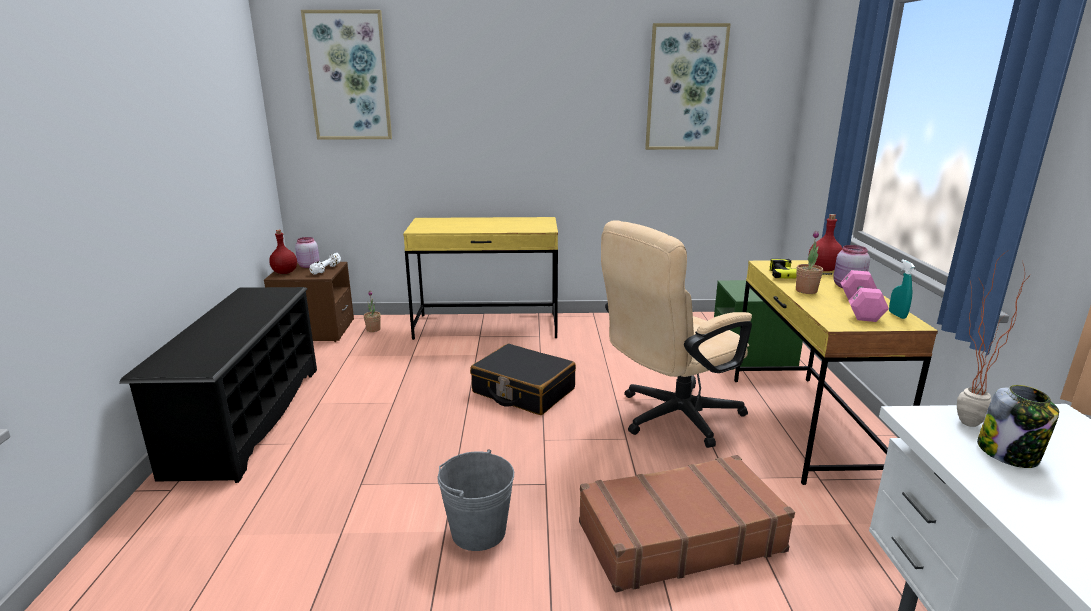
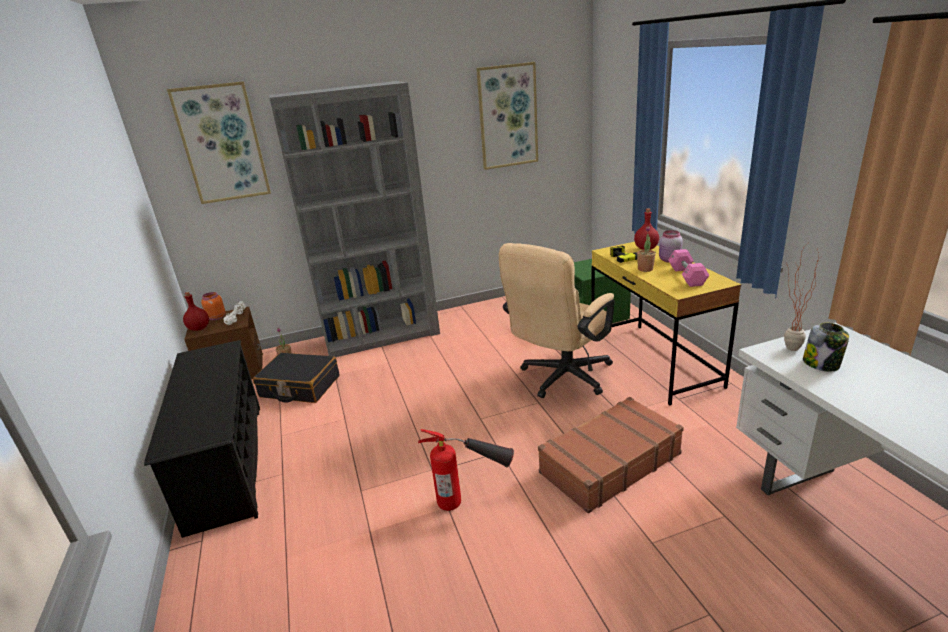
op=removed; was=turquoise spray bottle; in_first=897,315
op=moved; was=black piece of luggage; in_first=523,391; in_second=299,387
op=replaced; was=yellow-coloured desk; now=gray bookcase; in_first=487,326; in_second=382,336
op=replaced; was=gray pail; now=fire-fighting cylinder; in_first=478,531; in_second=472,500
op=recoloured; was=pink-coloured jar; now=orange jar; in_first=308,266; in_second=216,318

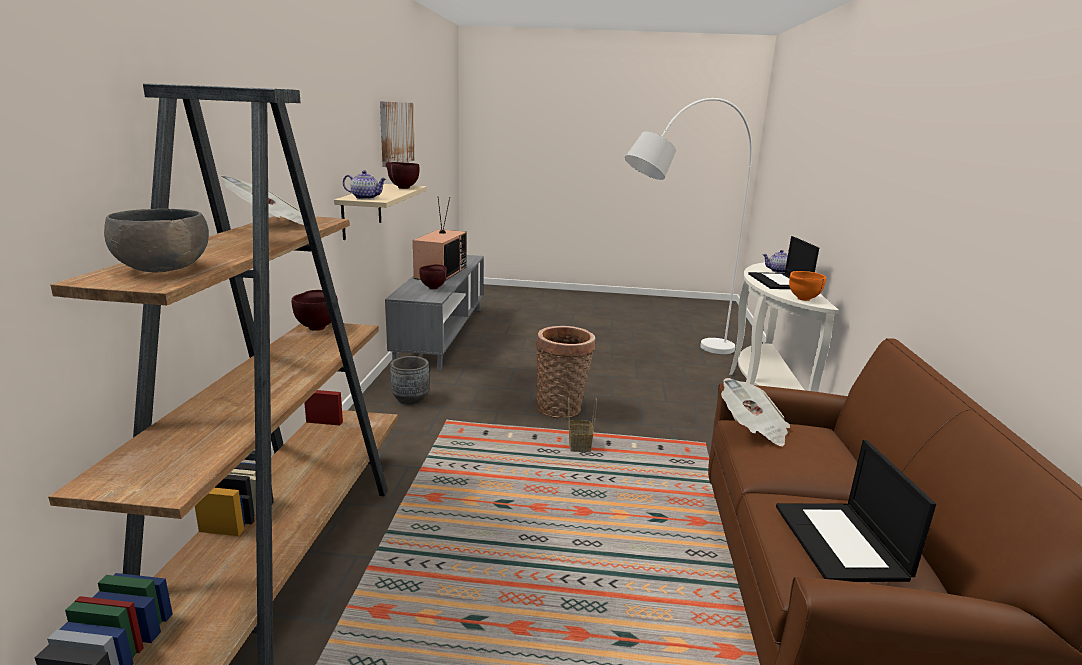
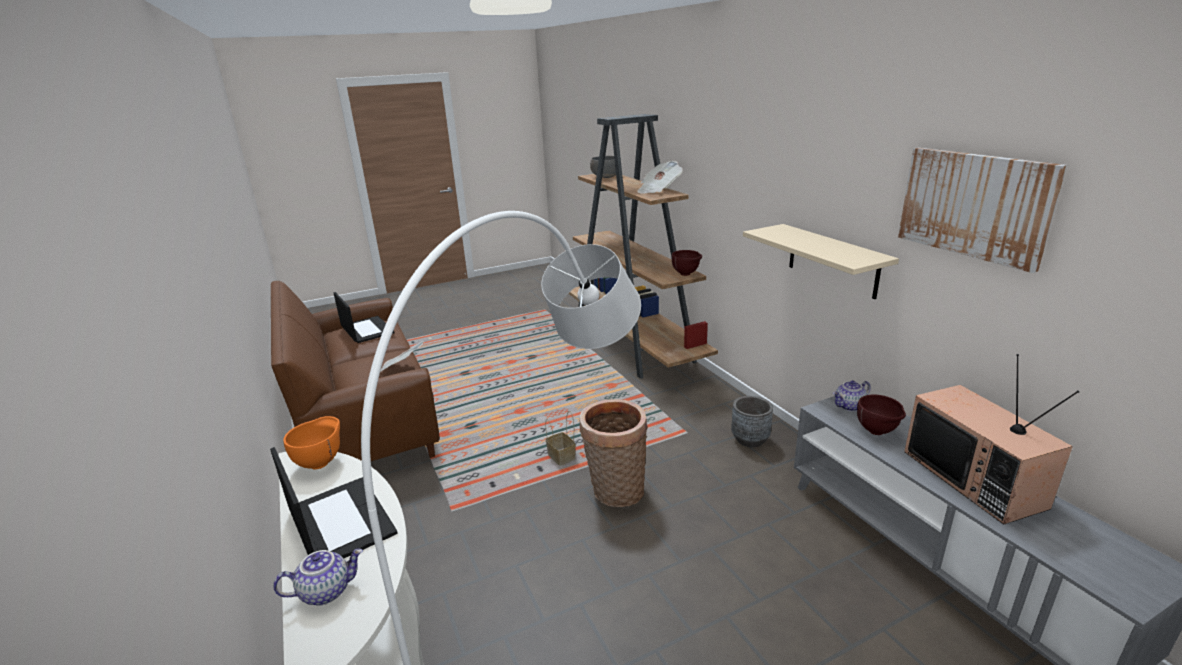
op=removed; was=brownish bowl; in_first=402,188
op=moved; was=tea pot; in_first=366,198; in_second=849,406

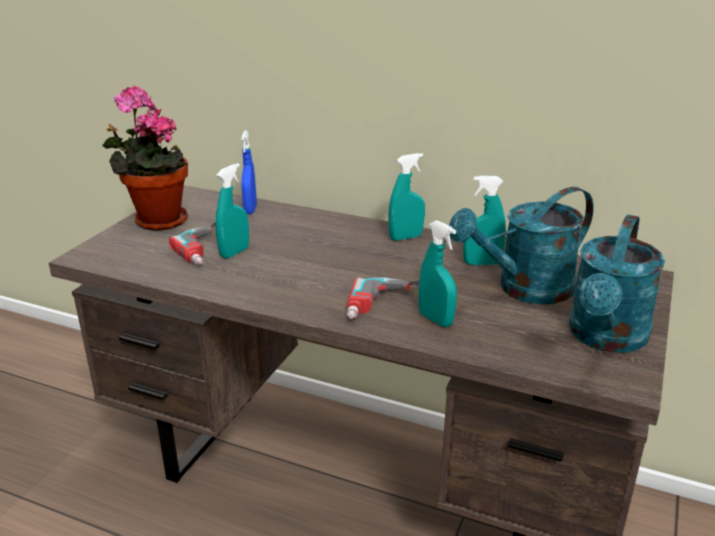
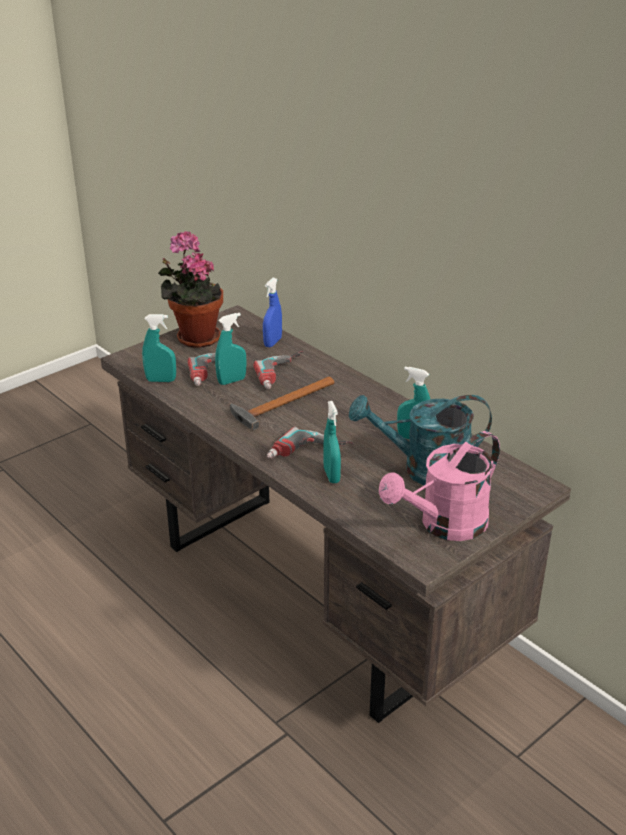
op=added; now=hand hammer; in_second=281,404
op=added; now=power drill; in_second=284,374
op=moved; was=turquoise spray bottle; in_first=406,237; in_second=161,380
op=recoloured; was=turquoise sprinkling can; now=pink-coloured sprinkling can; in_first=605,338; in_second=444,525

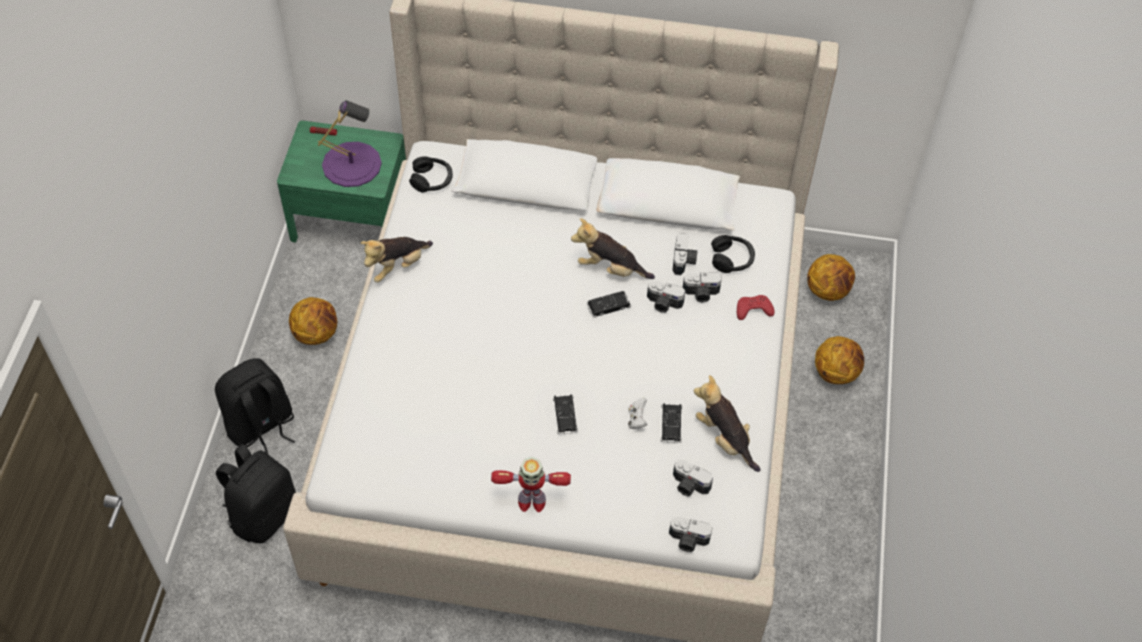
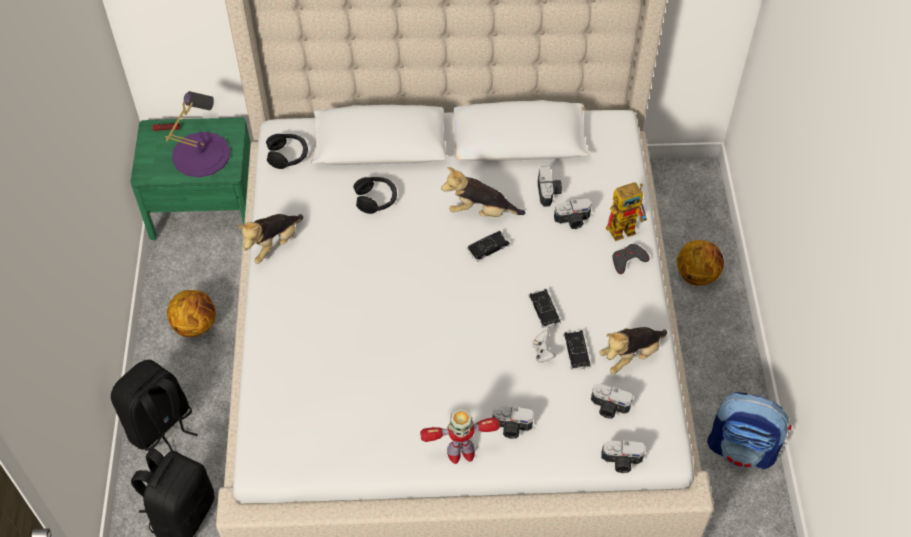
op=removed; was=ball for basketball; in_first=828,291
op=added; now=gray joypad; in_second=628,260
op=added; now=rucksack; in_second=742,449
op=moved; was=black model car; in_first=565,416; in_second=544,310
op=moved; was=photo camera; in_first=663,304; in_second=511,428
op=moved; was=black pair of headphones; in_first=732,259; in_second=376,199
op=replaced; was=reddish joypad; now=model robot; in_first=753,309; in_second=626,227
op=turned; was=cuddly toy; in_first=724,438; in_second=630,356; clockwise=-75

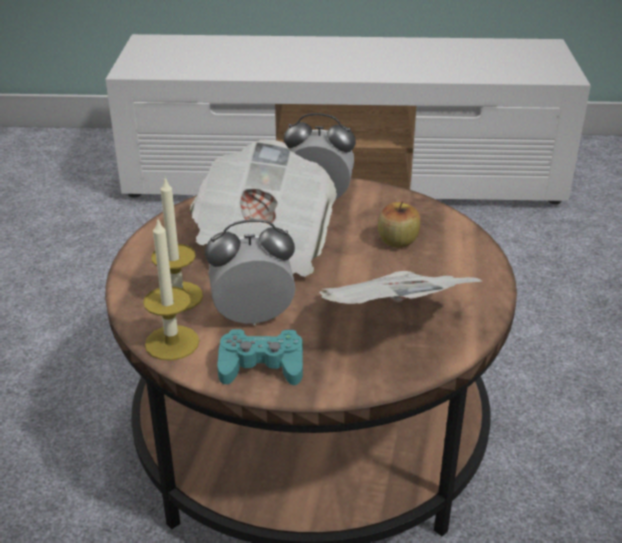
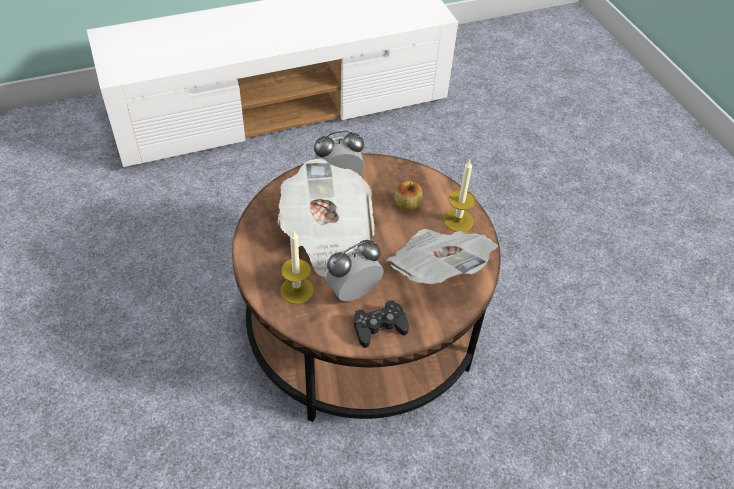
op=moved; was=wax light; in_first=172,343; in_second=458,220
op=recoloured; was=turquoise joypad; now=black joypad; in_first=261,366; in_second=379,327

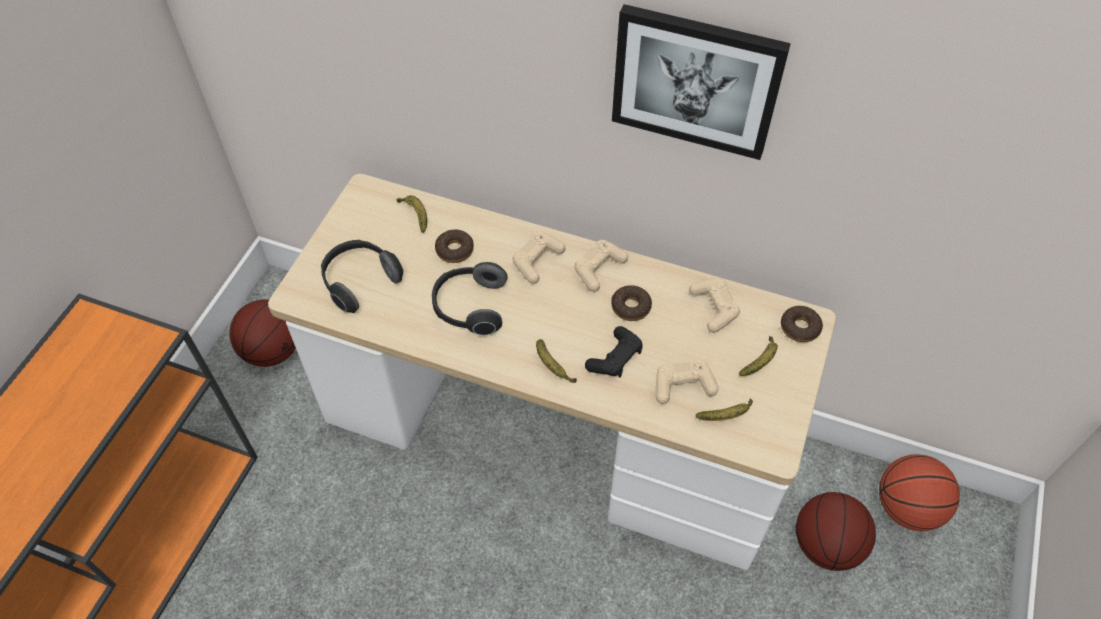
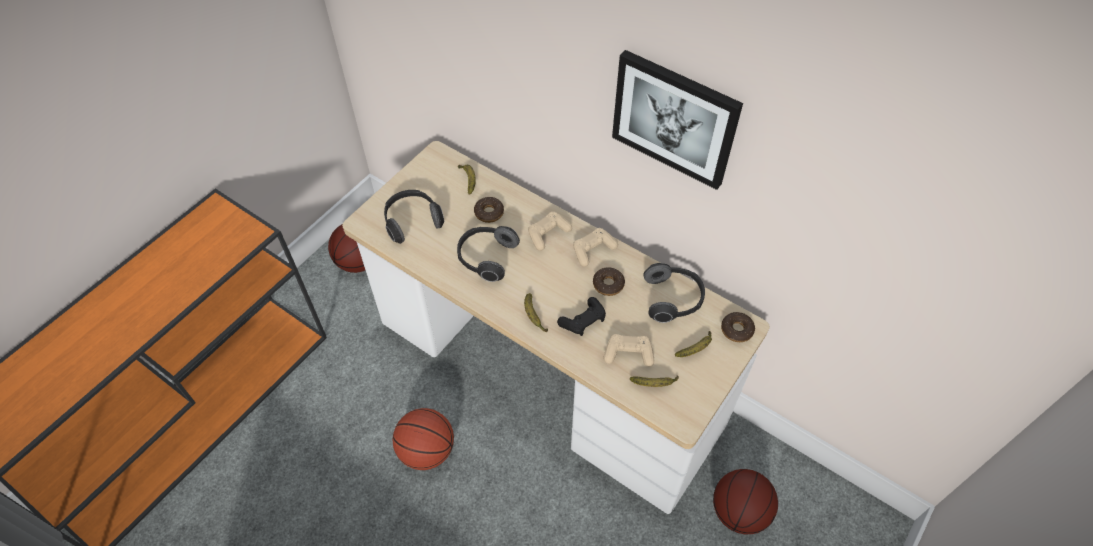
op=moved; was=ball for basketball; in_first=907,507; in_second=427,450
op=replaced; was=sand-coloured joypad; now=pair of headphones; in_first=714,308; in_second=673,299

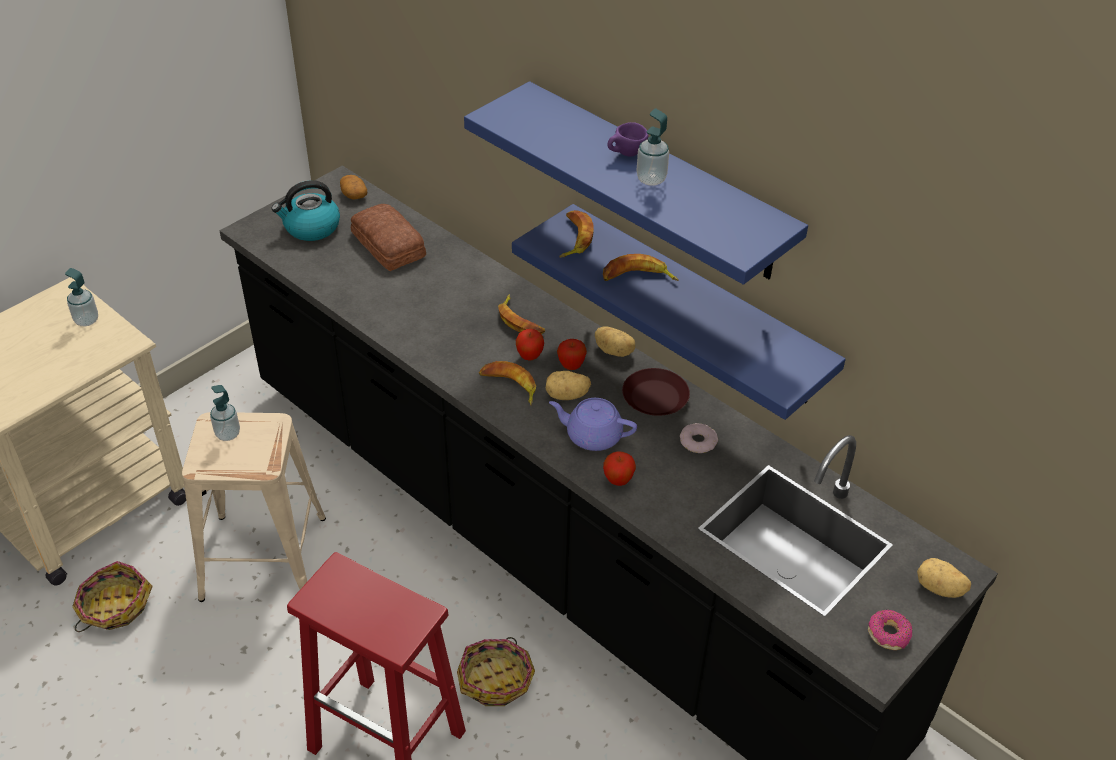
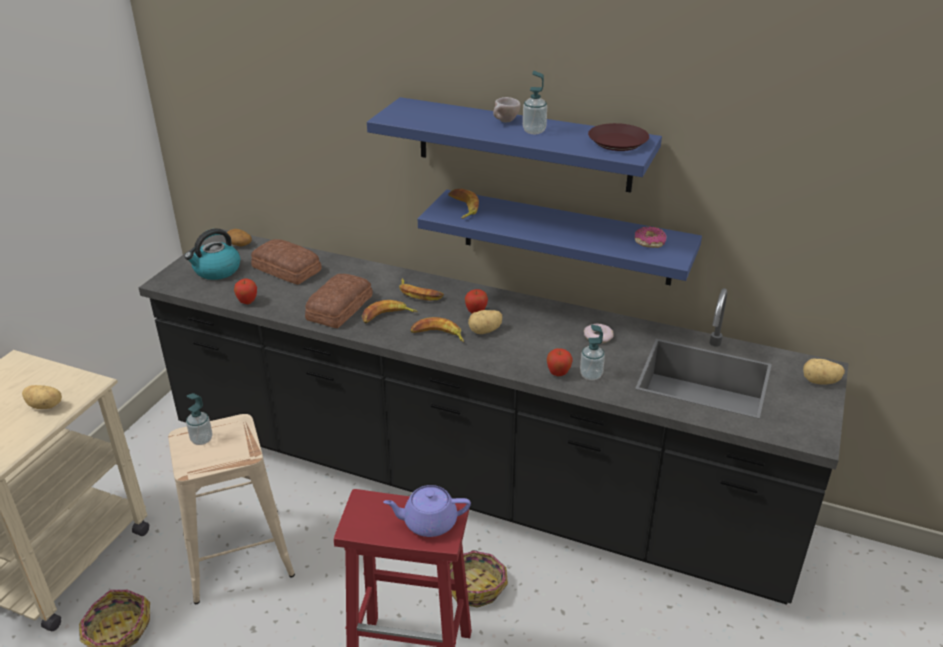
op=added; now=baked bread; in_second=338,308
op=moved; was=soap dispenser; in_first=86,320; in_second=591,375
op=moved; was=apple fruit; in_first=529,357; in_second=247,302
op=moved; was=purplish tea pot; in_first=592,435; in_second=428,522
op=moved; was=whole potato; in_first=614,351; in_second=45,405
op=moved; was=banana; in_first=637,277; in_second=387,316
op=moved; was=brownish dinner plate; in_first=655,398; in_second=618,142
op=moved; was=ring doughnut; in_first=888,634; in_second=649,242
op=recoloured; was=purplish drinking cup; now=sand-coloured drinking cup; in_first=626,155; in_second=504,122

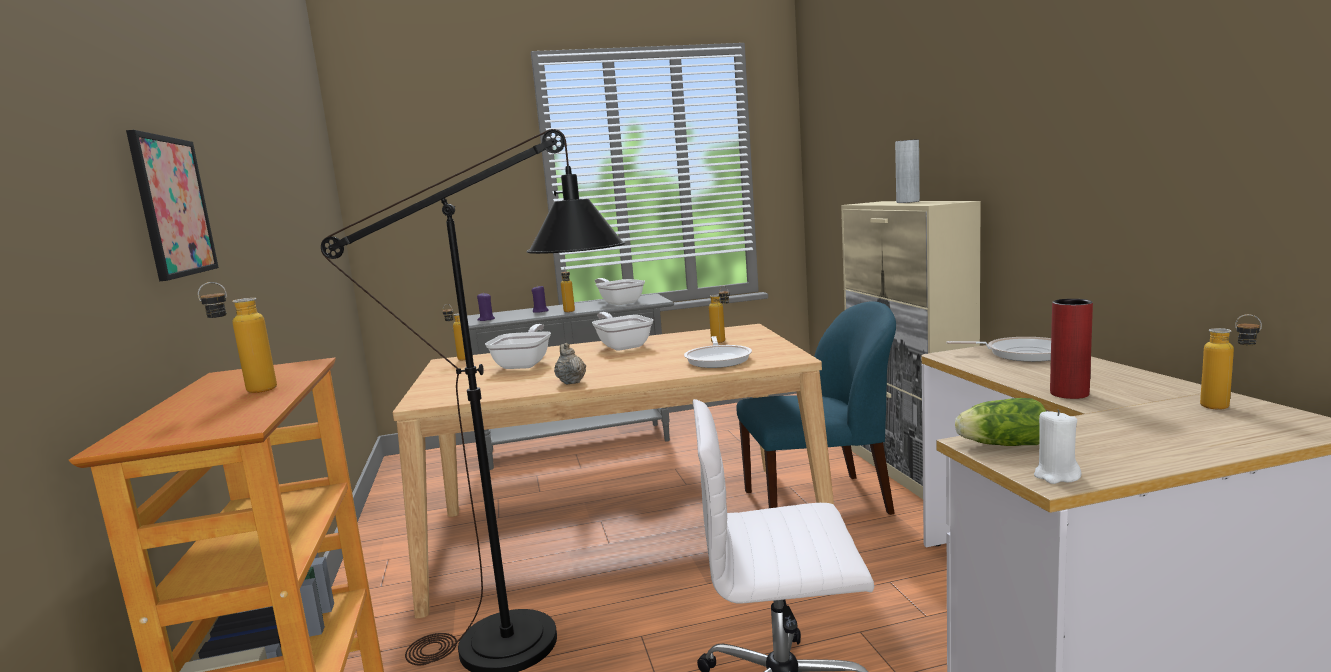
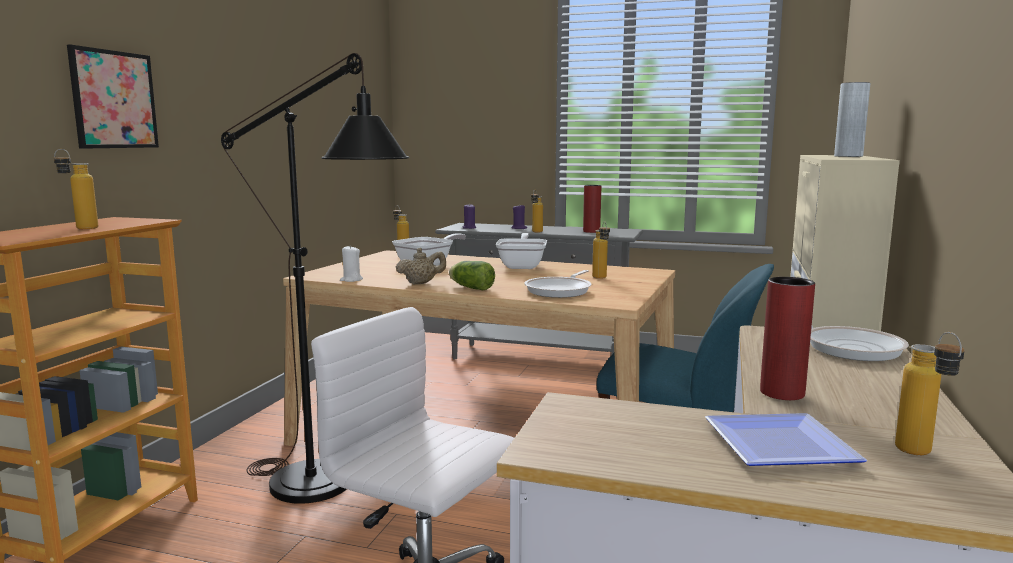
op=added; now=dinner plate; in_second=773,443
op=moved; was=lettuce; in_first=999,444; in_second=470,287
op=moved; was=white wax light; in_first=1056,476; in_second=351,280
op=replaced; was=frying pan; now=reddish vase; in_first=619,302; in_second=591,231
op=turned; was=sand-coloured tea pot; in_first=571,382; in_second=421,283; clockwise=60

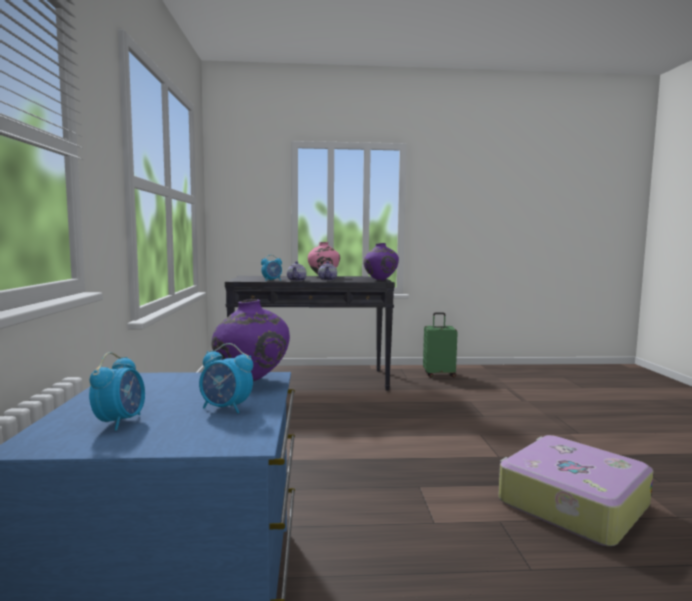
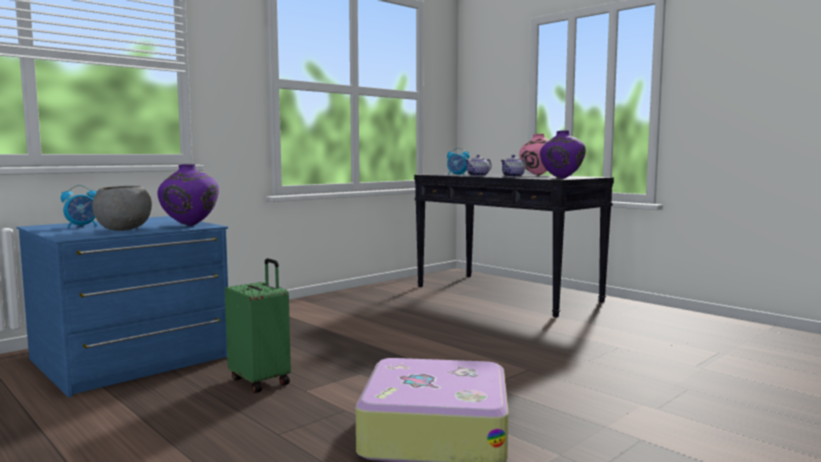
op=moved; was=green-coloured piece of luggage; in_first=439,374; in_second=261,380
op=replaced; was=alarm clock; now=gray bowl; in_first=226,408; in_second=124,230

